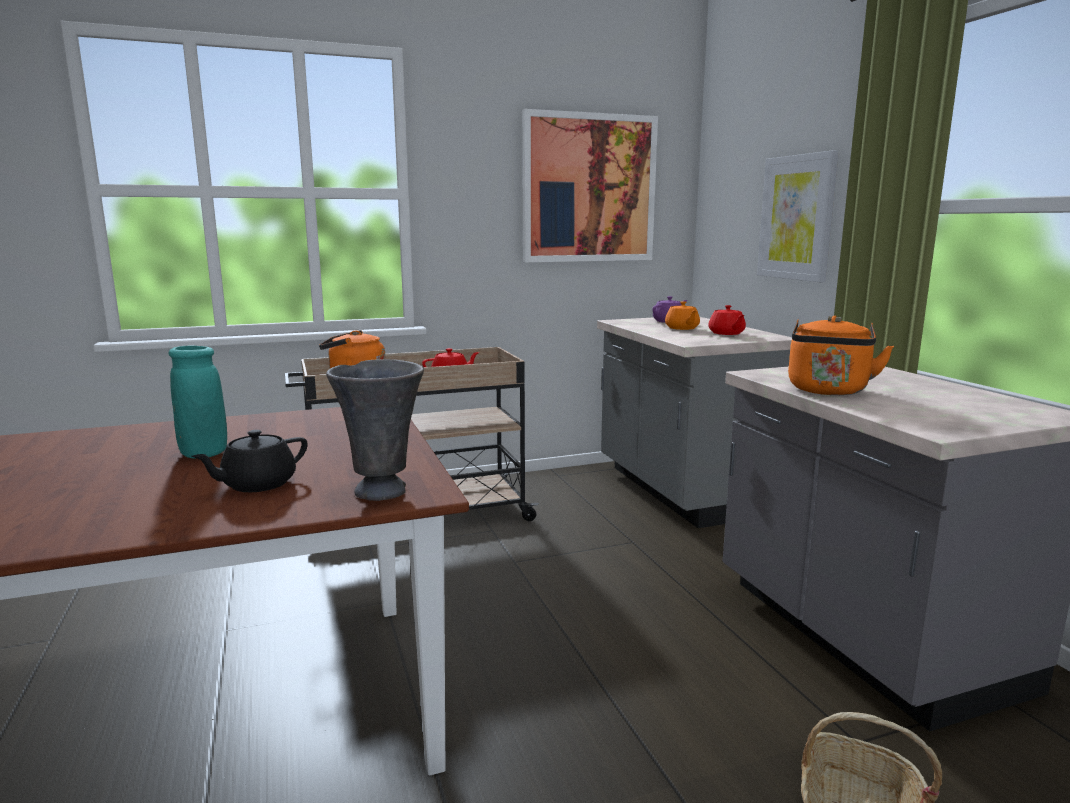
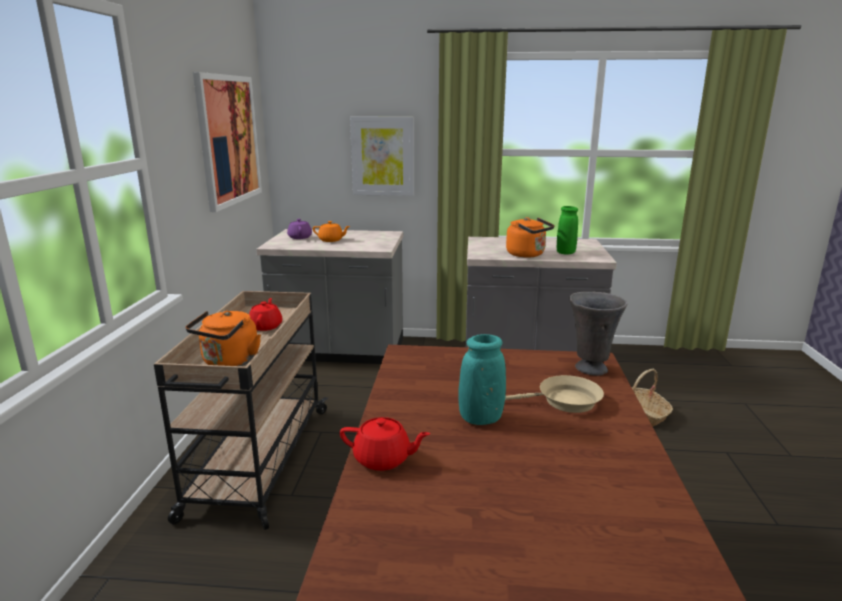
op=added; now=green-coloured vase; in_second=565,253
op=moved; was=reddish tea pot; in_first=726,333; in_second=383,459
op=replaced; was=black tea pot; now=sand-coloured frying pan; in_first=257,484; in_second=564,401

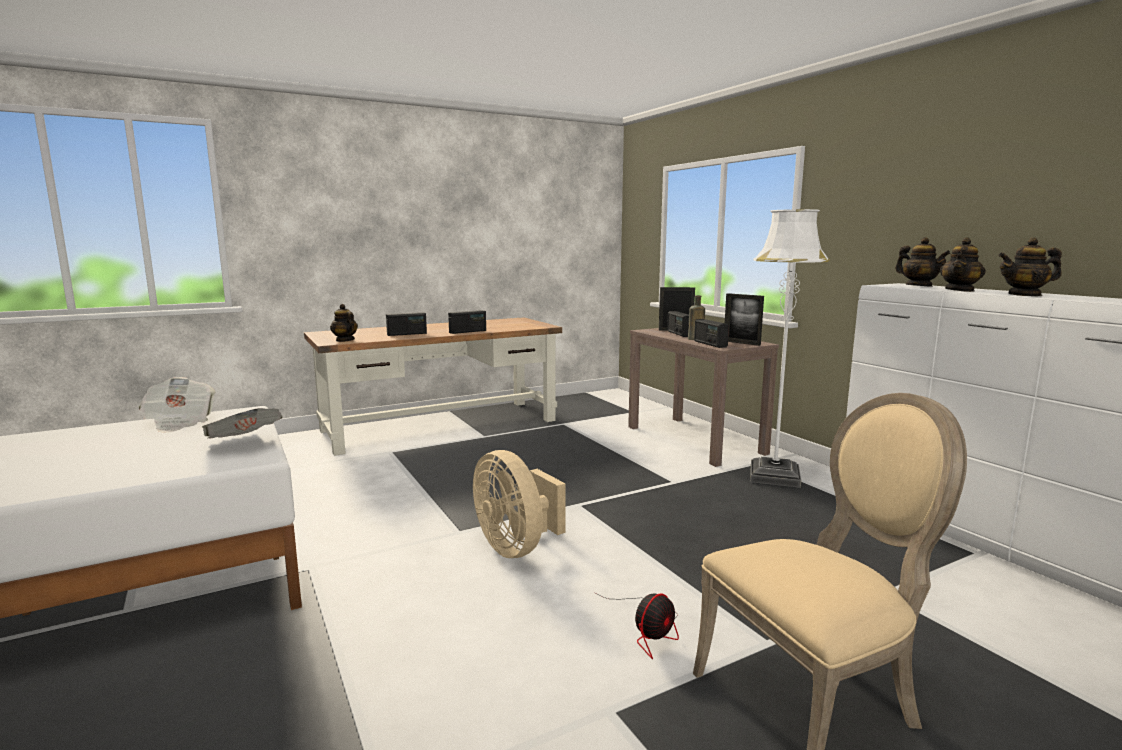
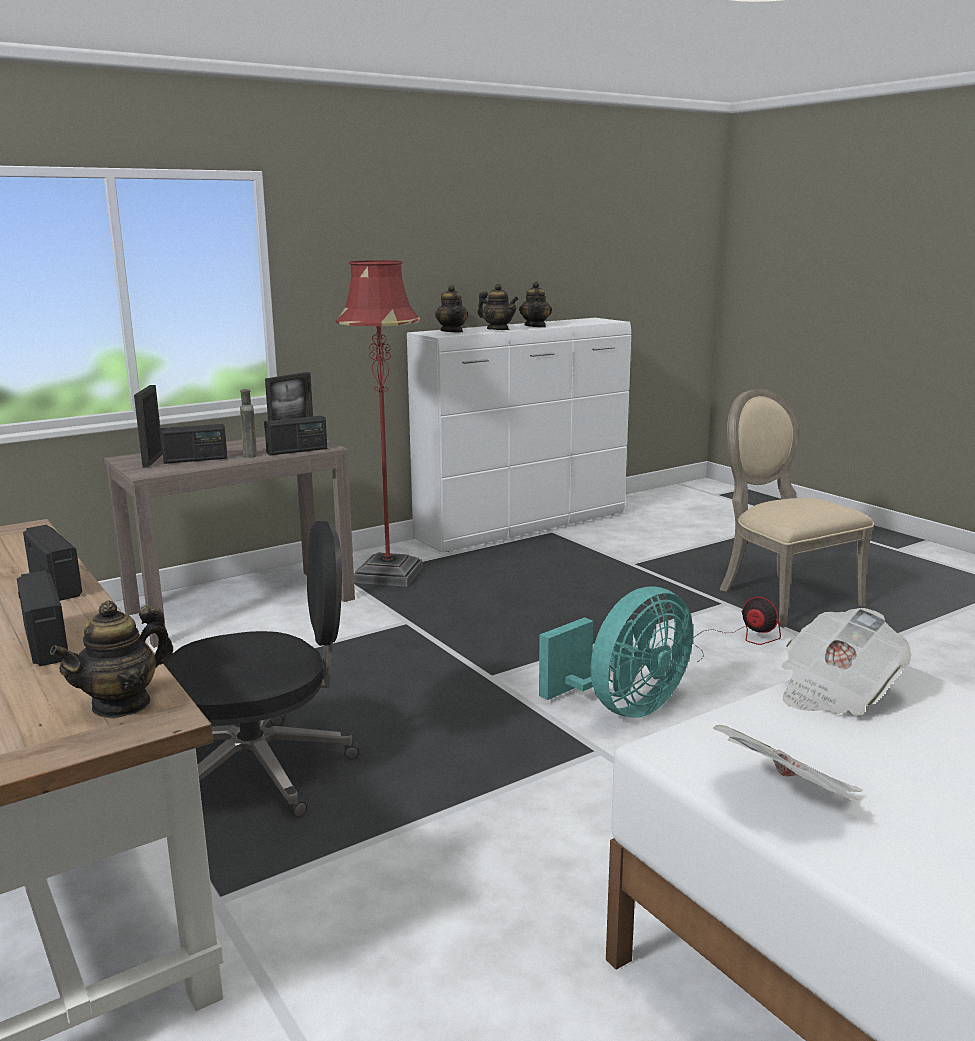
op=added; now=black desk chair; in_second=262,769
op=recoloured; was=sand-coloured cooling fan; now=turquoise cooling fan; in_first=516,547; in_second=624,707
op=recoloured; was=white floor lamp; now=reddish floor lamp; in_first=774,476; in_second=388,574
op=turned; was=tea pot; in_first=919,286; in_second=452,331; clockwise=105

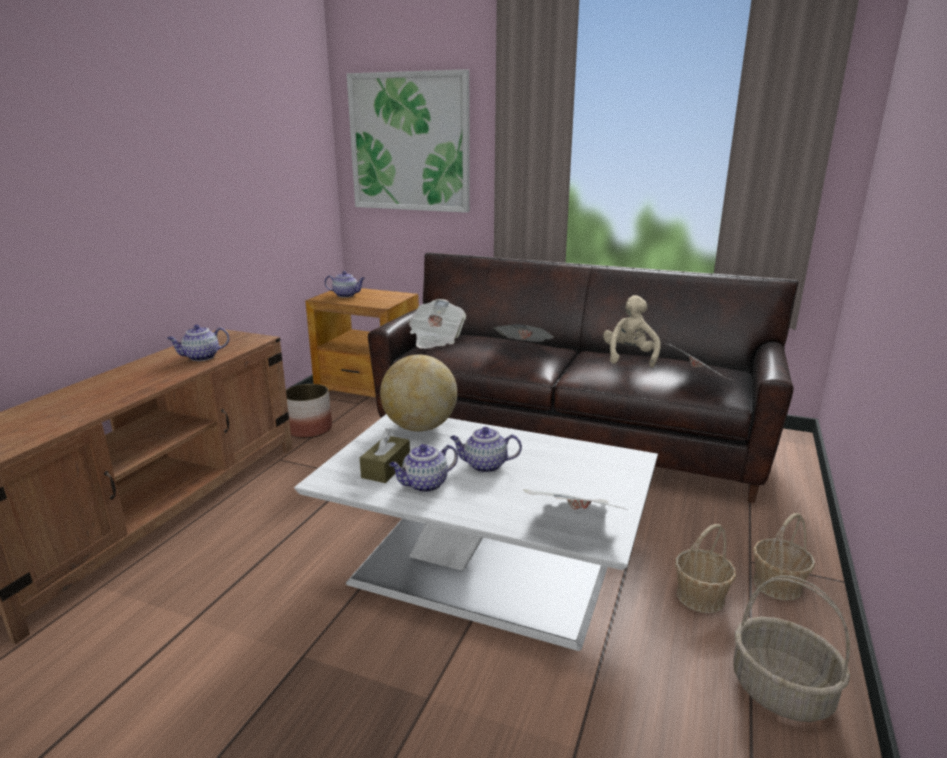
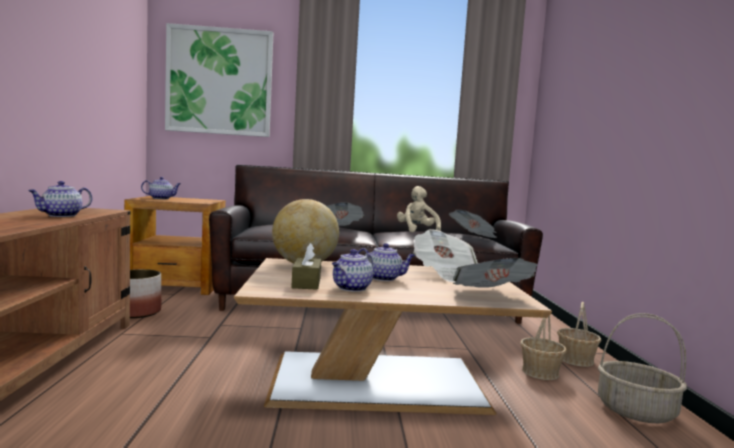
op=moved; was=newspaper; in_first=436,340; in_second=444,274
op=recoloured; was=white coffee table; now=brownish coffee table; in_first=486,572; in_second=381,381
op=turned; was=tea pot; in_first=484,465; in_second=384,278; clockwise=-150

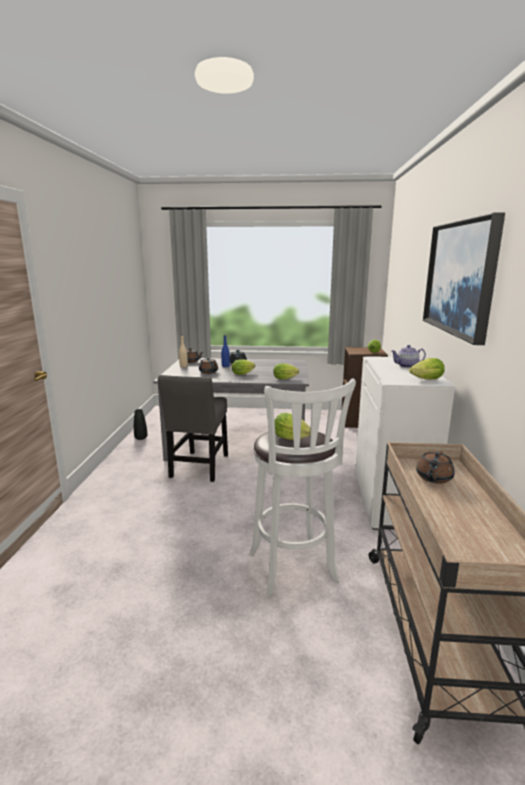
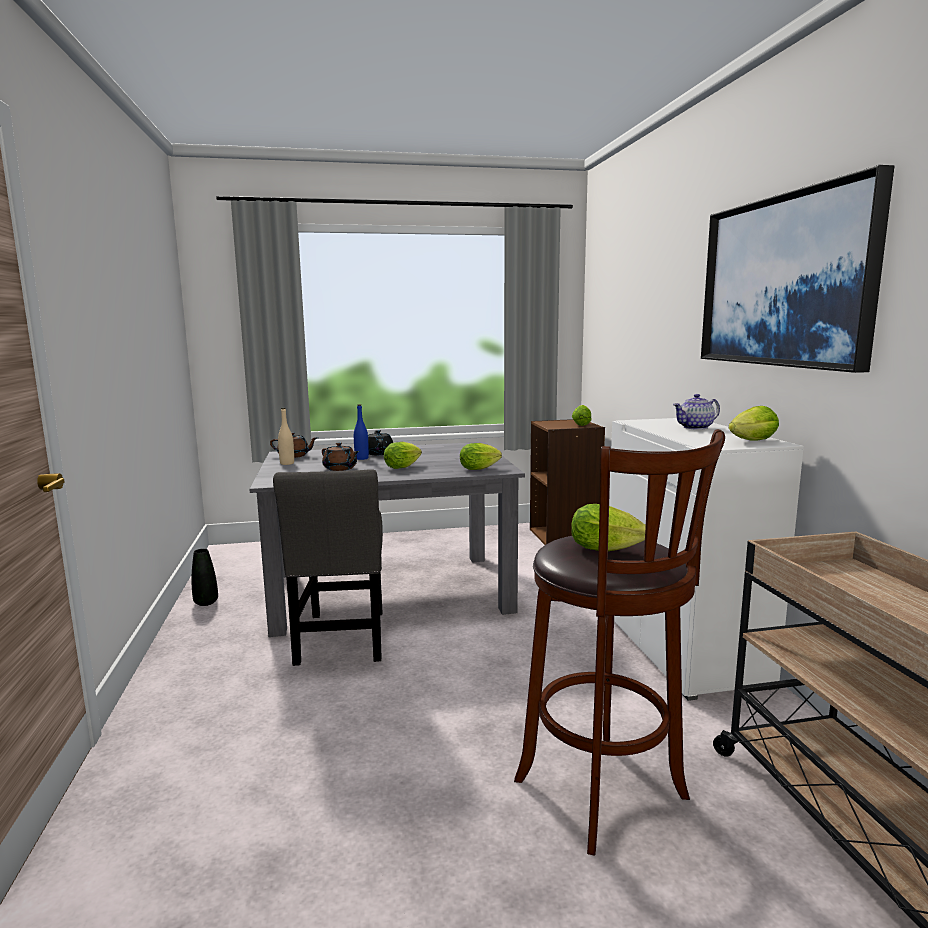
op=removed; was=brownish tea pot; in_first=433,478
op=recoloured; was=white sitting stool; now=brownish sitting stool; in_first=294,569; in_second=607,794

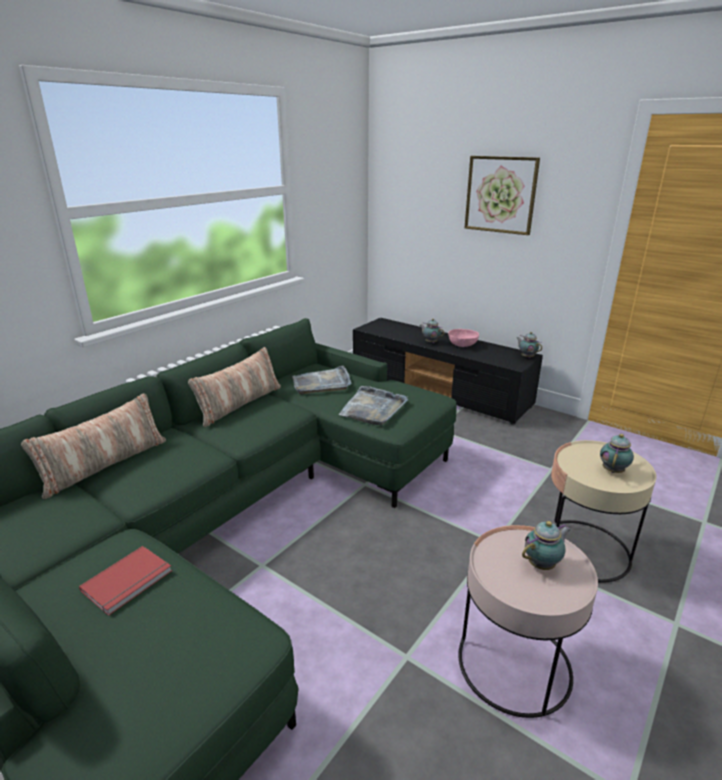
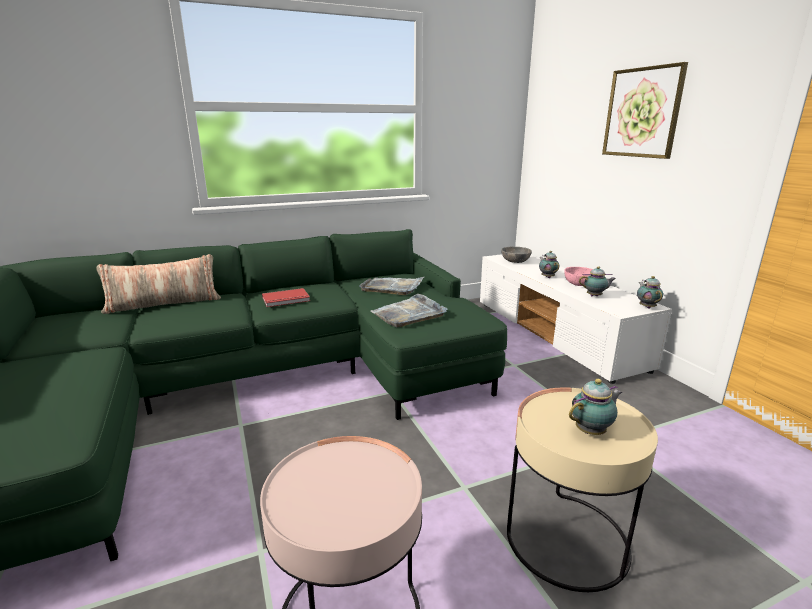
op=removed; was=cushion; in_first=239,404
op=added; now=gray bowl; in_second=515,261
op=moved; was=reddish bound book; in_first=129,582; in_second=286,300
op=moved; was=tea pot; in_first=542,564; in_second=595,296
op=recoloured; was=black media console; now=white media console; in_first=439,390; in_second=556,334

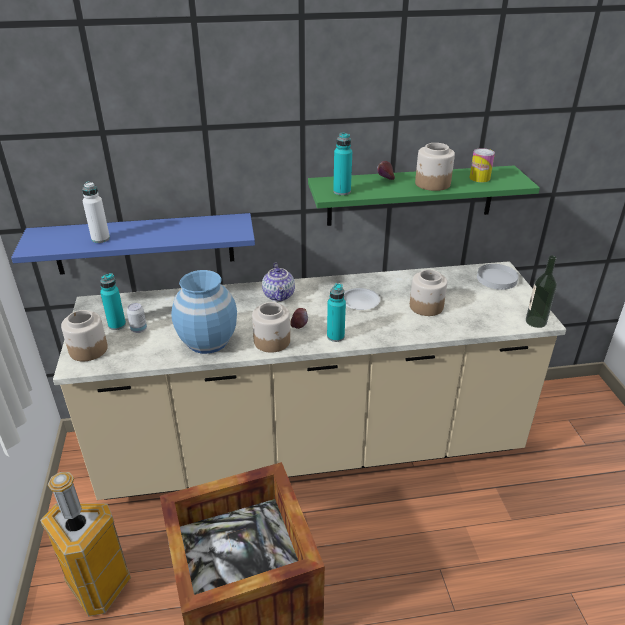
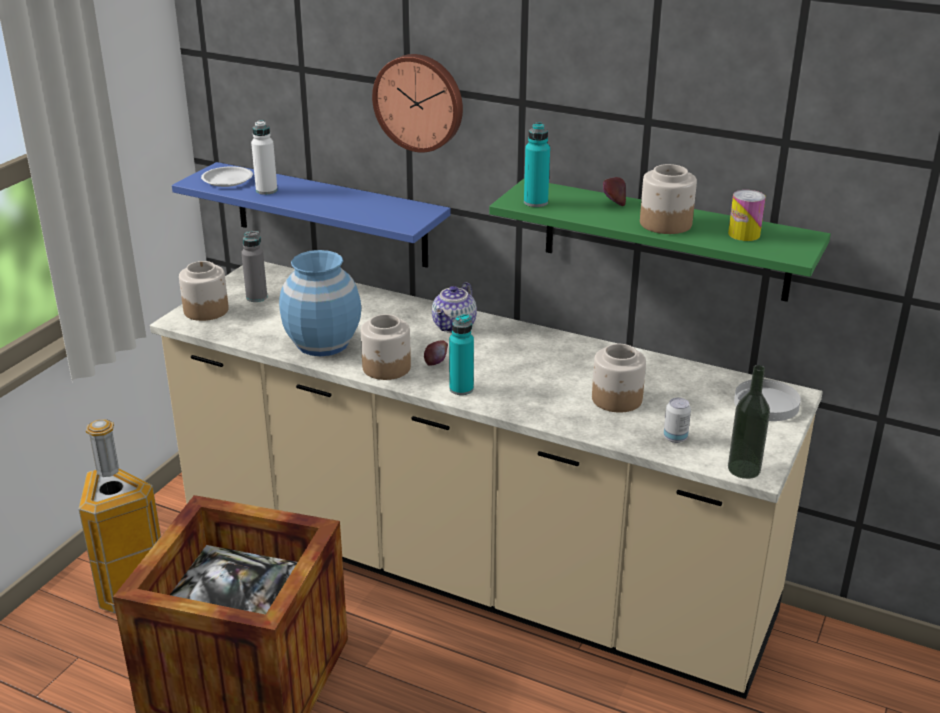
op=added; now=hanging clock; in_second=419,102
op=moved; was=can; in_first=139,329; in_second=675,438
op=moved; was=white dinner plate; in_first=360,301; in_second=228,180
op=recoloured; was=turquoise bottle; now=gray bottle; in_first=117,325; in_second=256,297

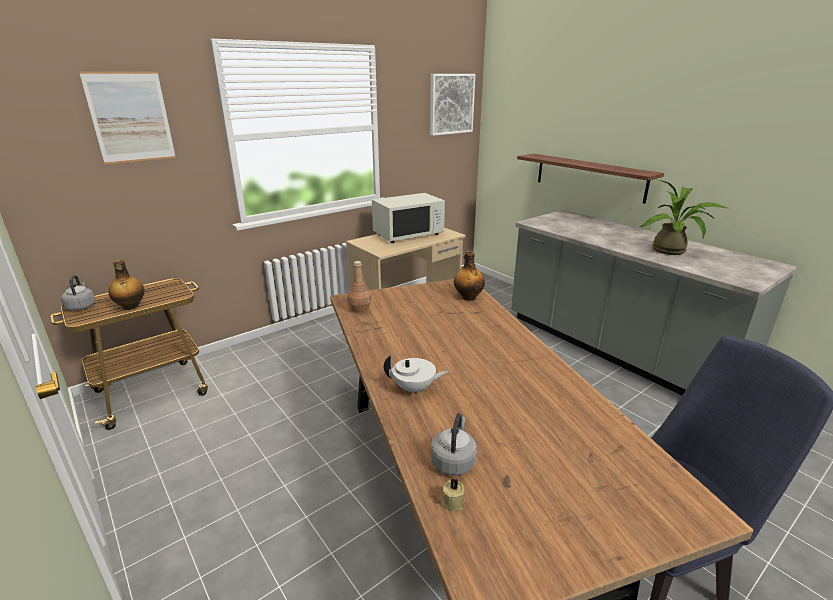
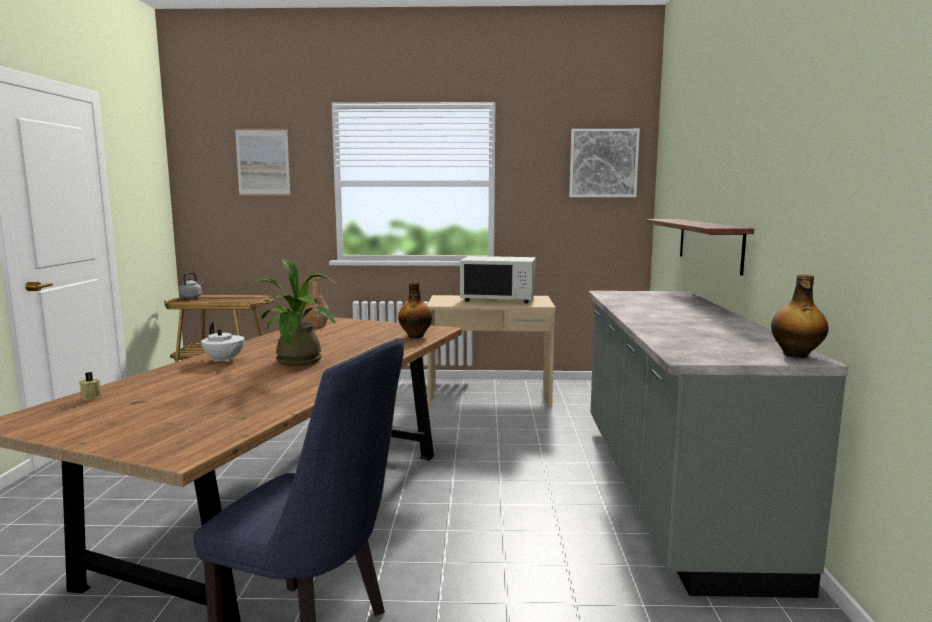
op=removed; was=gray water kettle; in_first=453,461
op=moved; was=bottle; in_first=131,307; in_second=795,355
op=moved; was=houseplant; in_first=673,251; in_second=299,363

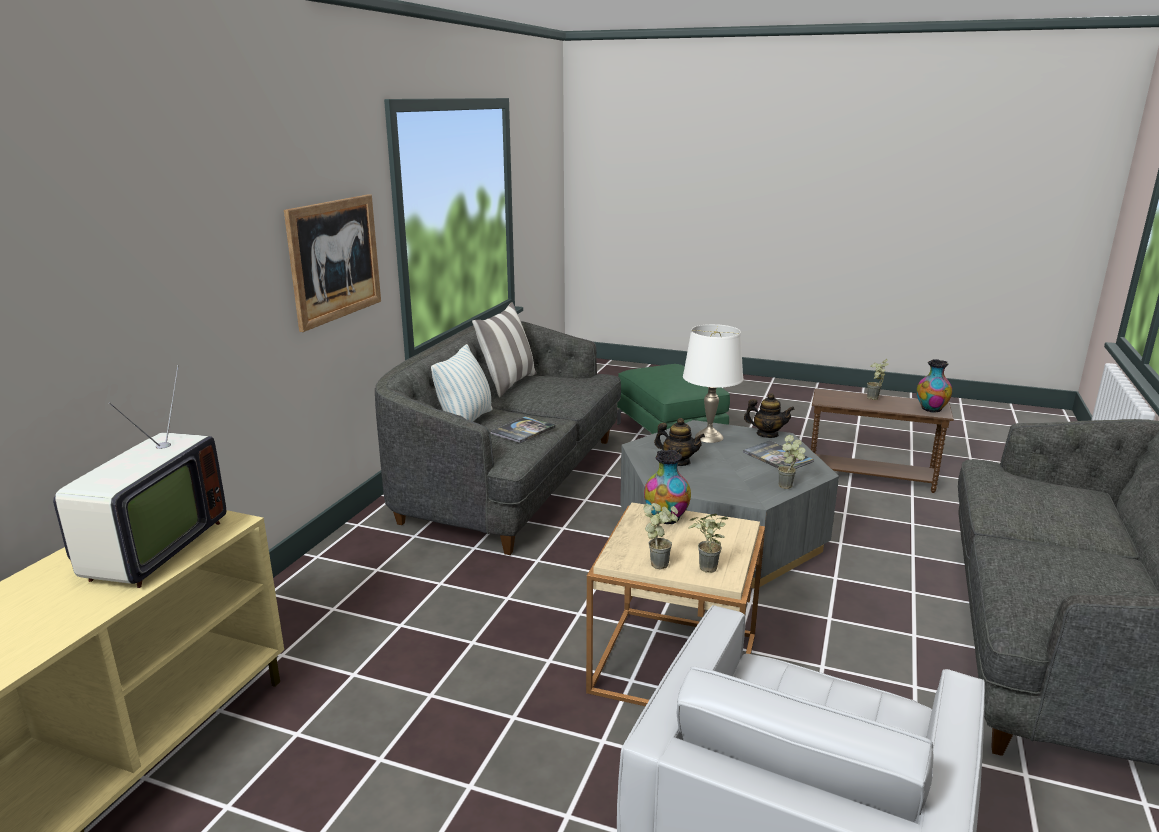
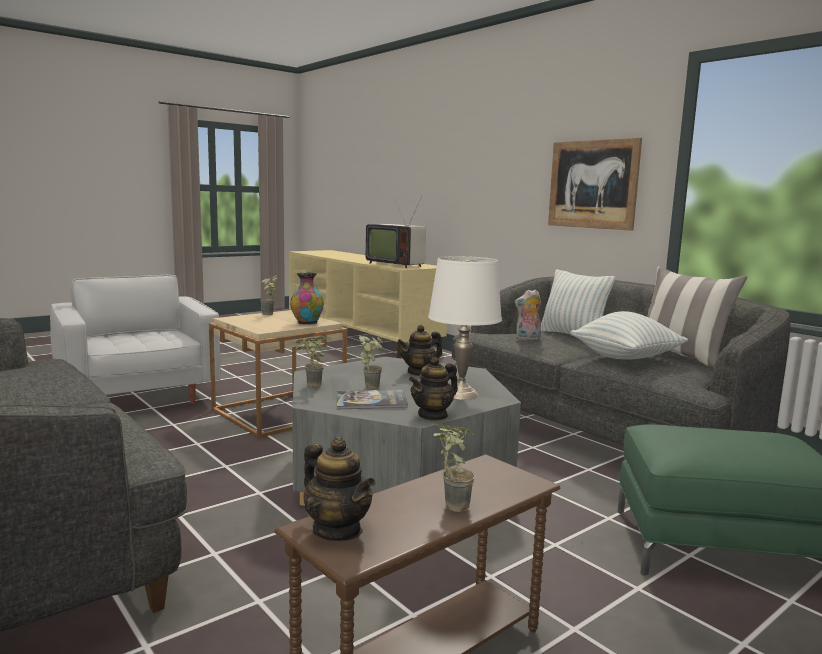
op=added; now=cushion; in_second=626,358
op=moved; was=houseplant; in_first=704,570; in_second=372,386
op=replaced; was=bound book; now=cuddly toy; in_first=523,430; in_second=527,339
op=replaced; was=vase; now=tea pot; in_first=931,409; in_second=337,530

